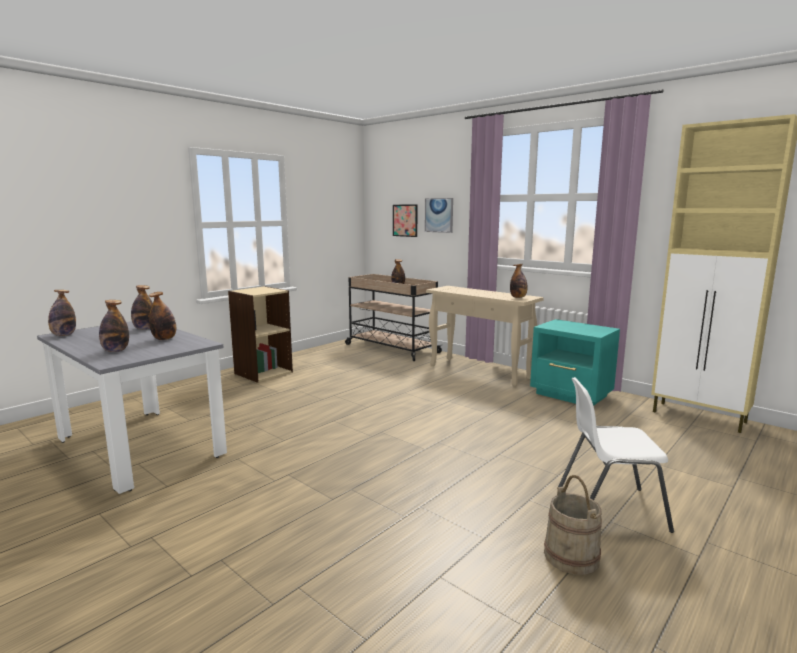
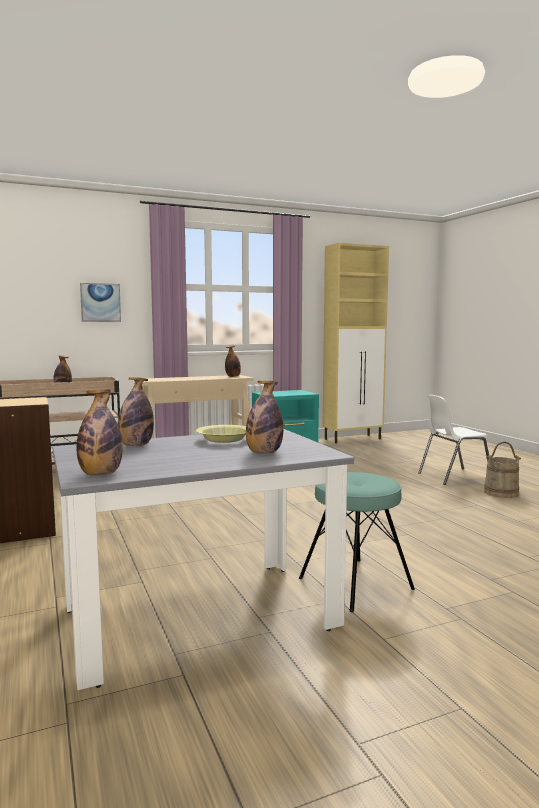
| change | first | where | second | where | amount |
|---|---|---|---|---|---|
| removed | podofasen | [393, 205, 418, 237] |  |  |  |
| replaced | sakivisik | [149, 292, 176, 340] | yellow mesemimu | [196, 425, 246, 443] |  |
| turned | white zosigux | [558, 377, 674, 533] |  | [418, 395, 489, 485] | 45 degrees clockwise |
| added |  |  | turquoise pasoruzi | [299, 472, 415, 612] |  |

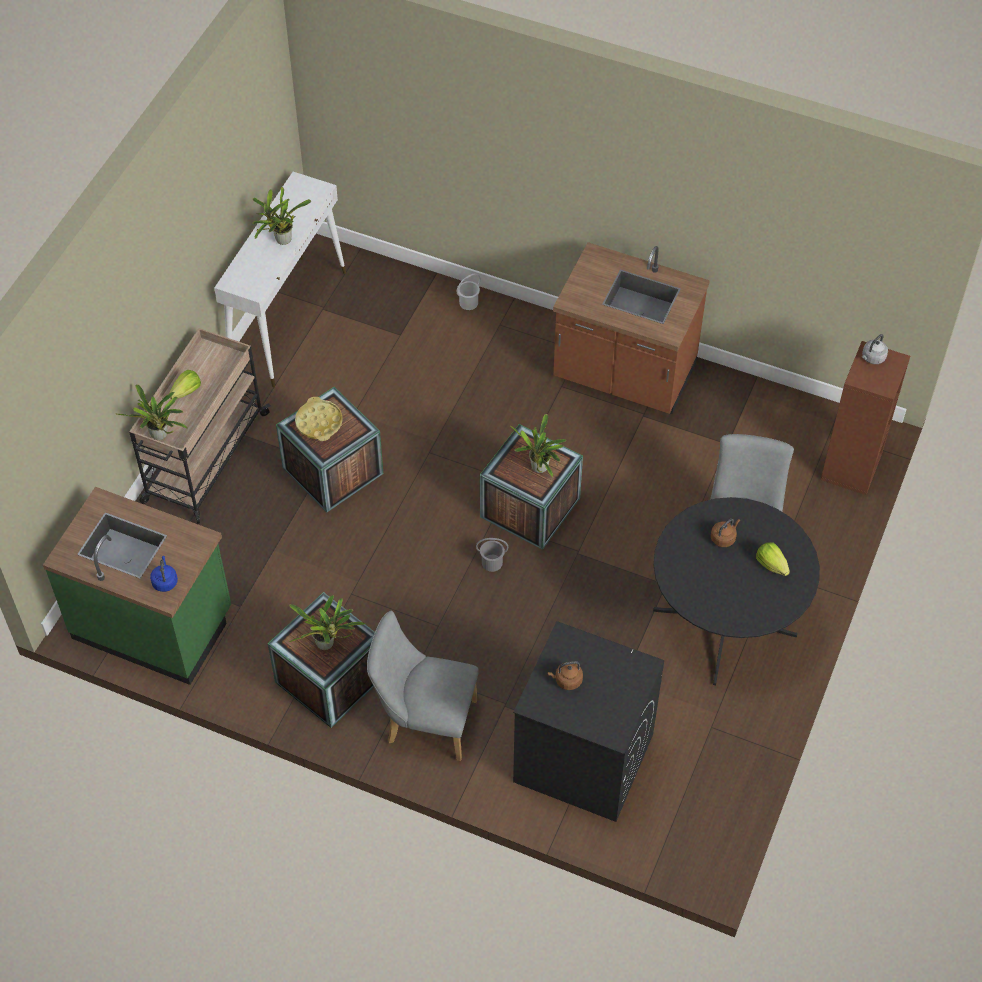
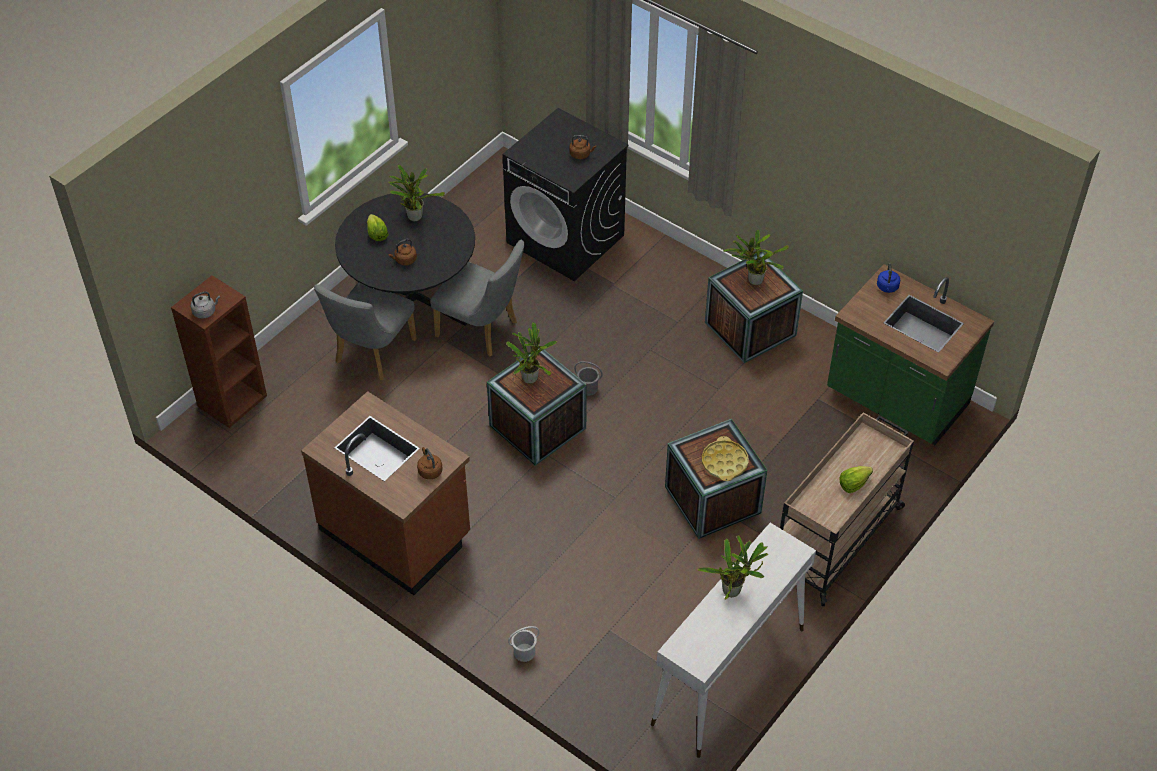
| change | first | where | second | where | amount |
|---|---|---|---|---|---|
| moved | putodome | [115, 385, 188, 440] |  | [388, 164, 445, 221] |  |
| moved | grey zosigux | [367, 611, 479, 761] |  | [430, 240, 524, 356] |  |
| added |  |  | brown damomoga | [417, 447, 442, 479] |  |

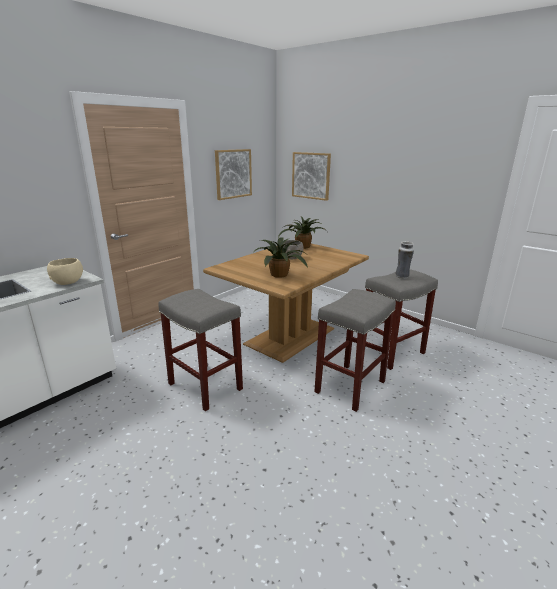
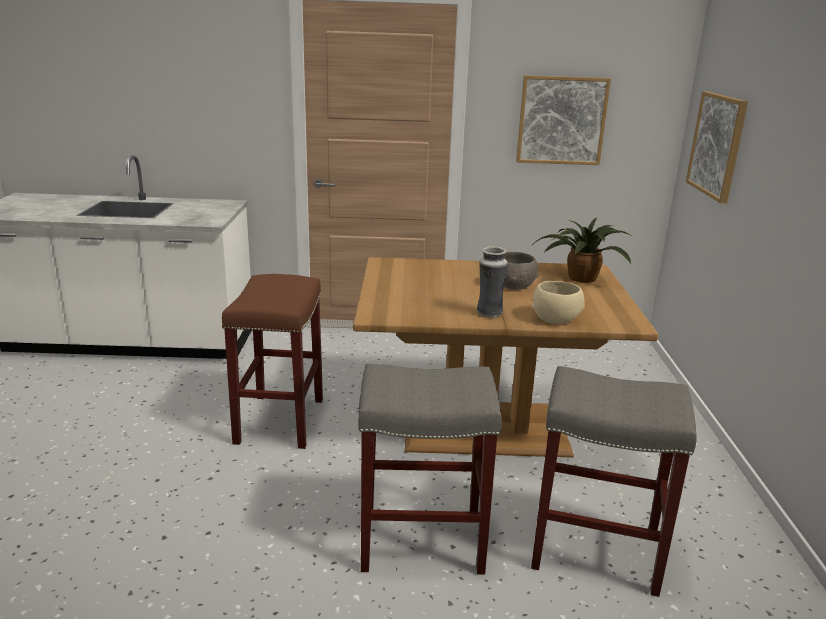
| change | first | where | second | where | amount |
|---|---|---|---|---|---|
| removed | putodome | [255, 237, 308, 278] |  |  |  |
| moved | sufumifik | [395, 241, 414, 279] |  | [477, 246, 508, 318] |  |
| moved | beige mesemimu | [47, 258, 83, 285] |  | [532, 281, 585, 324] |  |
| recoloured | grey pasoruzi | [158, 289, 243, 411] | brown pasoruzi | [222, 274, 323, 449] |  |

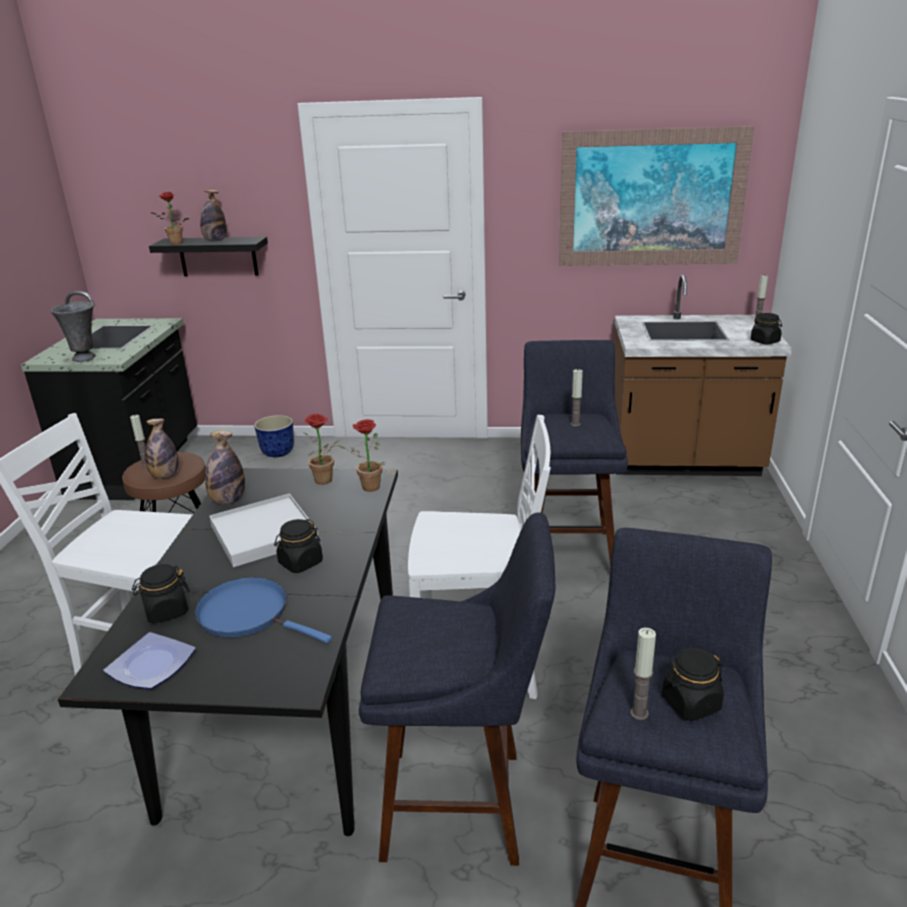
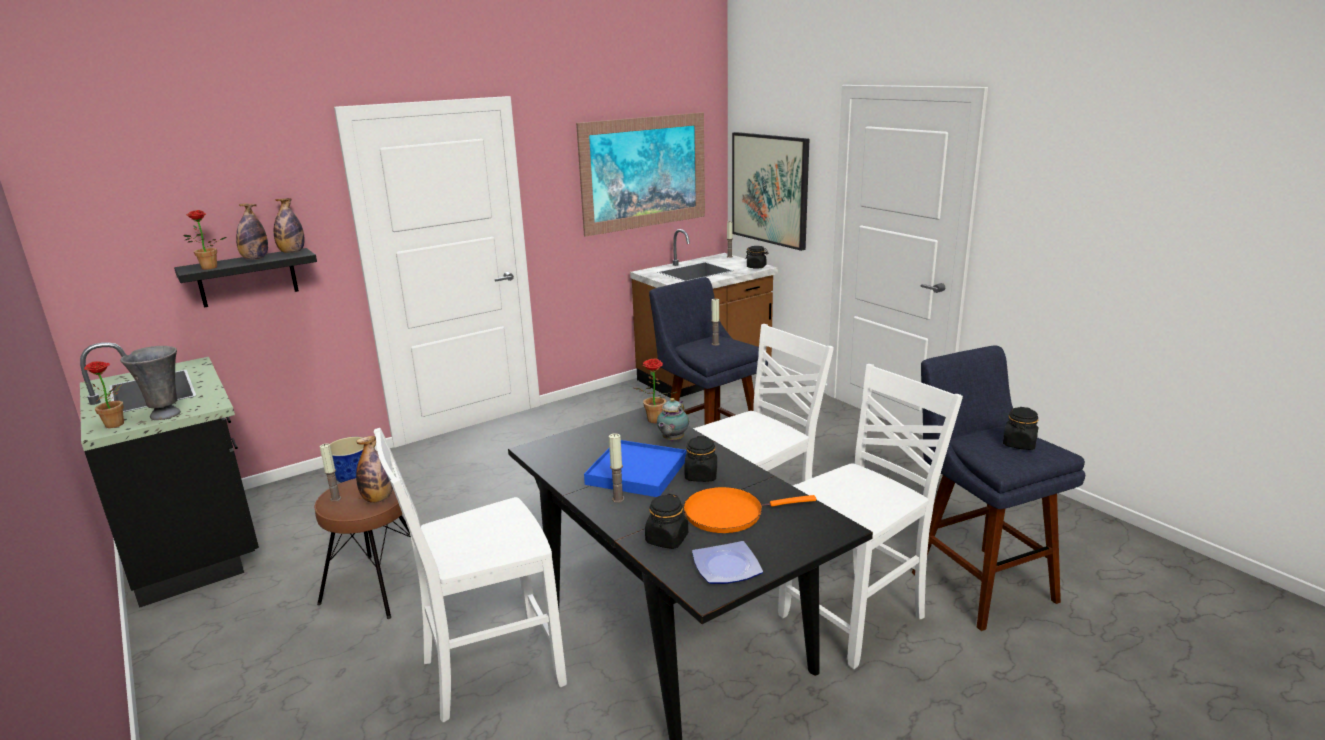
| change | first | where | second | where | amount |
|---|---|---|---|---|---|
| moved | putodome | [303, 414, 339, 485] |  | [83, 361, 124, 428] |  |
| moved | sakivisik | [205, 430, 245, 505] |  | [274, 198, 305, 253] |  |
| recoloured | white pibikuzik | [209, 493, 318, 567] | blue pibikuzik | [584, 440, 686, 497] |  |
| replaced | blue pasoruzi | [359, 512, 555, 866] | white zosigux | [778, 364, 963, 669] |  |
| recoloured | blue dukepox | [195, 577, 332, 643] | orange dukepox | [683, 487, 816, 533] |  |
| moved | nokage | [631, 628, 656, 720] |  | [609, 433, 624, 503] |  |
| added |  |  | podofasen | [732, 132, 809, 251] |  |
| added |  |  | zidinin | [657, 398, 689, 441] |  |

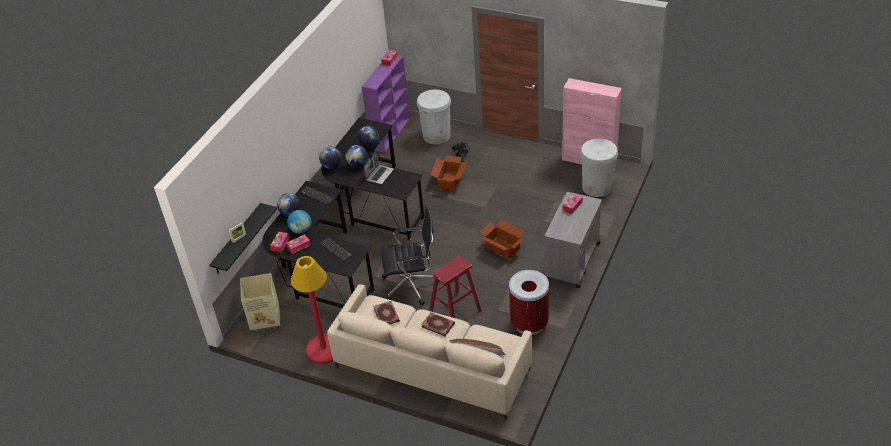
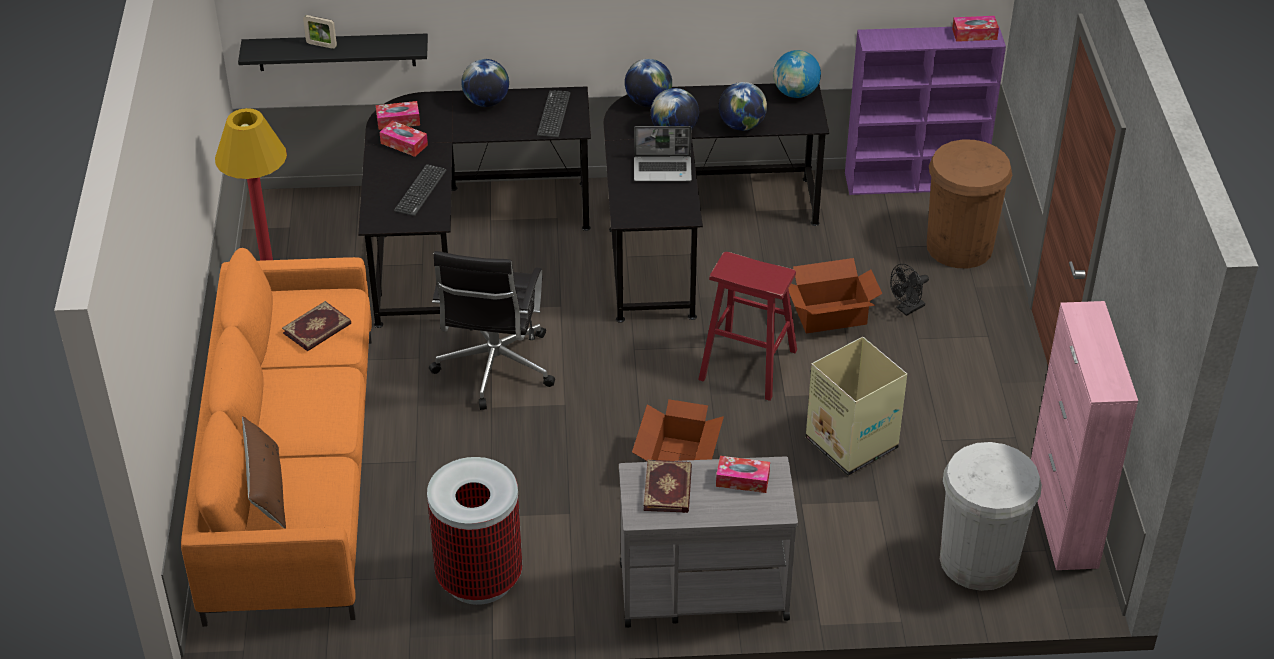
| change | first | where | second | where | amount |
|---|---|---|---|---|---|
| recoloured | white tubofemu | [416, 89, 451, 144] | brown tubofemu | [927, 139, 1012, 268] |  |
| turned | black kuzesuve | [381, 205, 439, 305] |  | [429, 251, 555, 410] | 45 degrees clockwise |
| moved | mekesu | [287, 210, 312, 234] |  | [773, 50, 821, 98] |  |
| moved | red pasoruzi | [430, 255, 482, 318] |  | [698, 252, 797, 401] |  |
| moved | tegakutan | [240, 273, 281, 332] |  | [806, 337, 907, 476] |  |
| recoloured | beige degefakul | [327, 284, 532, 421] | orange degefakul | [181, 248, 372, 627] |  |
| moved | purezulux | [421, 312, 455, 336] |  | [644, 460, 692, 513] |  |

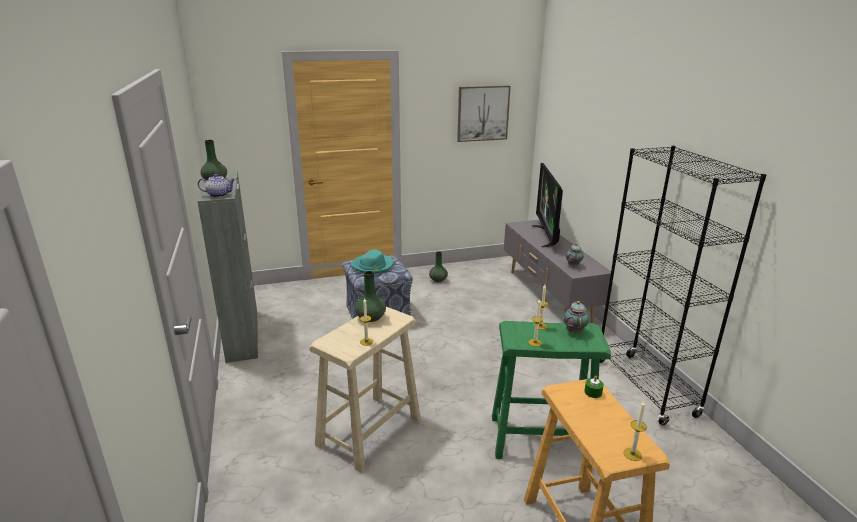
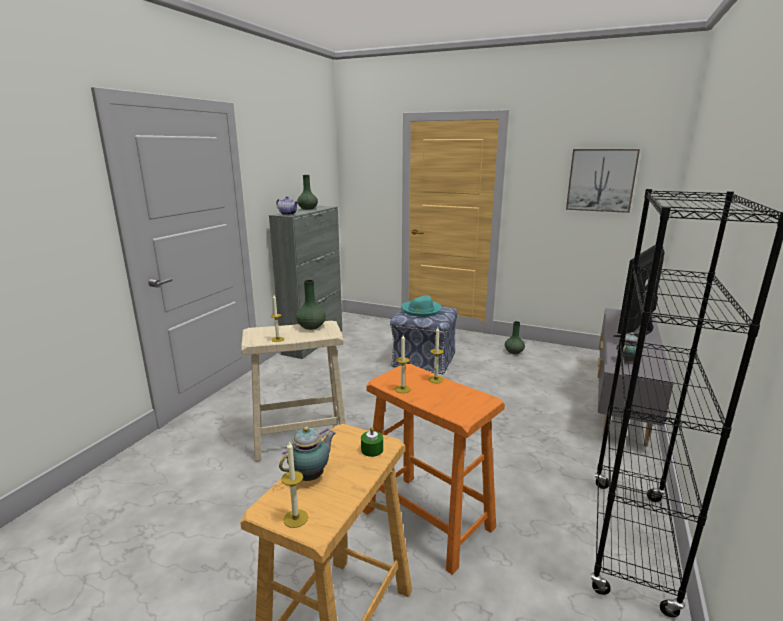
| change | first | where | second | where | amount |
|---|---|---|---|---|---|
| moved | zidinin | [563, 301, 589, 333] |  | [279, 426, 336, 481] |  |
| recoloured | green pasoruzi | [492, 321, 611, 459] | orange pasoruzi | [363, 364, 505, 575] |  |

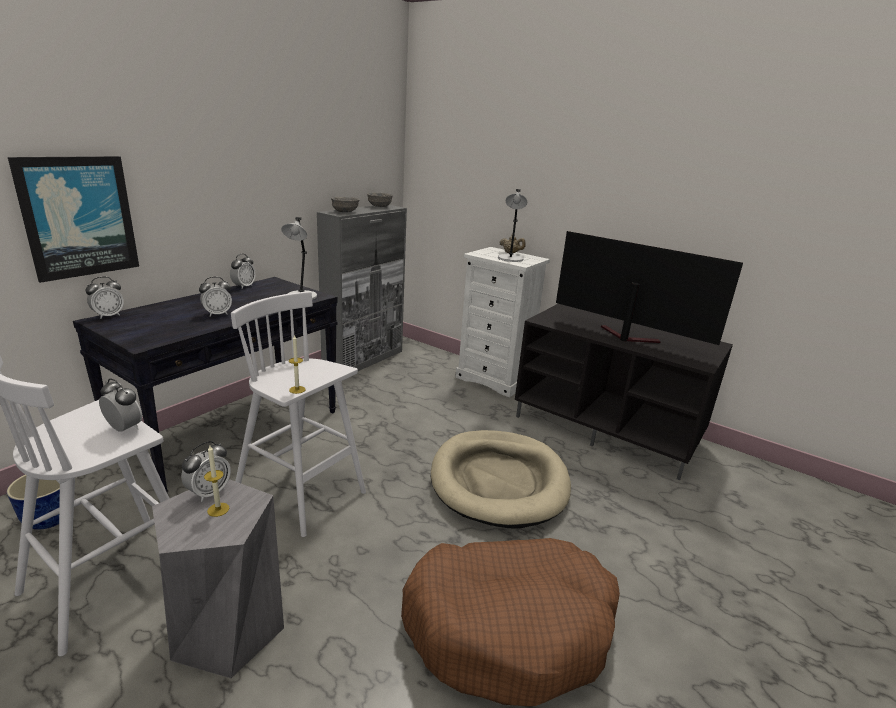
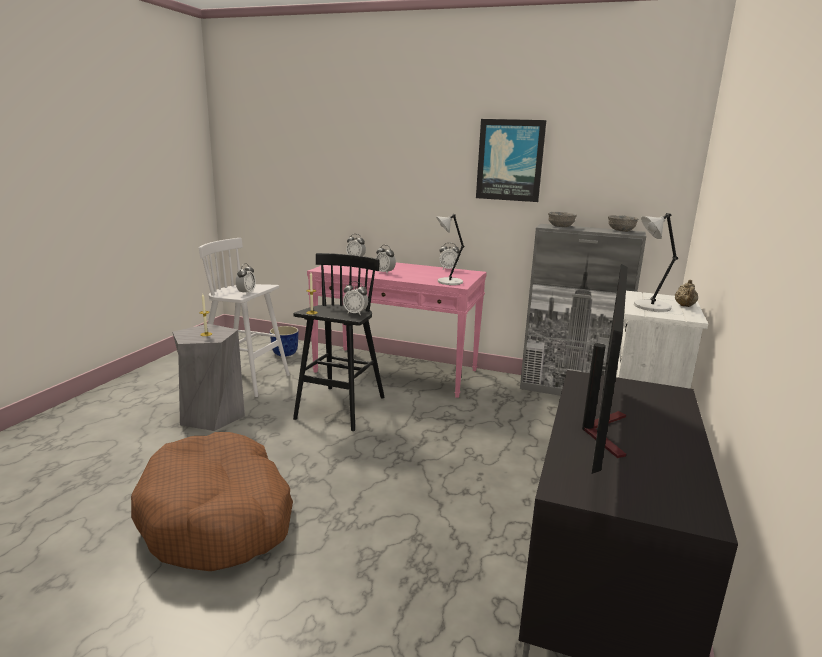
| change | first | where | second | where | amount |
|---|---|---|---|---|---|
| moved | podofasen | [8, 156, 139, 283] |  | [476, 119, 546, 202] |  |
| recoloured | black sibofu | [73, 277, 338, 494] | pink sibofu | [307, 262, 487, 398] |  |
| recoloured | white pasoruzi | [231, 291, 366, 537] | black pasoruzi | [293, 253, 385, 431] |  |
| removed | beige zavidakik | [431, 430, 571, 529] |  |  |  |
| moved | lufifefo | [181, 441, 231, 502] |  | [343, 281, 368, 315] |  |

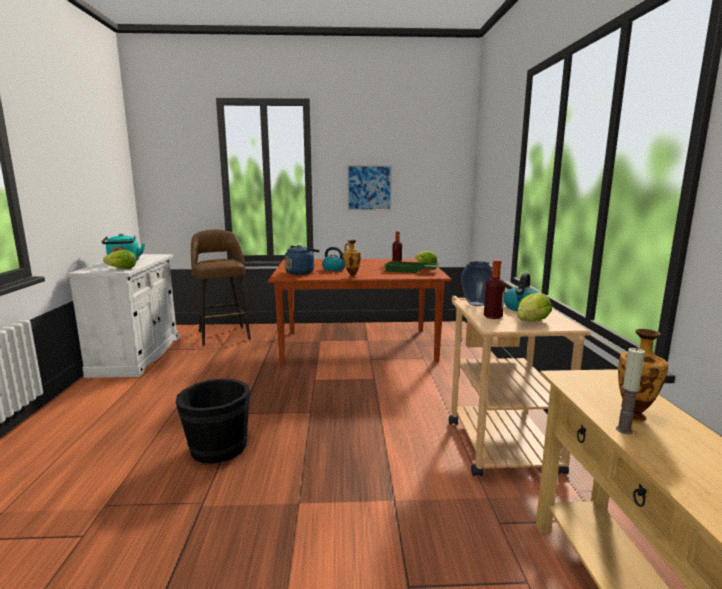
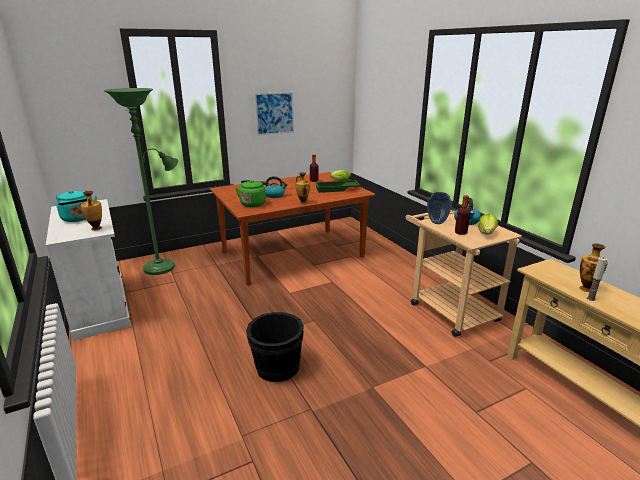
| change | first | where | second | where | amount |
|---|---|---|---|---|---|
| replaced | brown pasoruzi | [191, 230, 251, 346] | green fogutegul | [104, 88, 178, 275] |  |
| recoloured | blue damomoga | [285, 245, 320, 275] | green damomoga | [235, 180, 269, 207] |  |
| replaced | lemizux | [103, 250, 137, 269] | sufumifik | [81, 191, 102, 231] |  |

